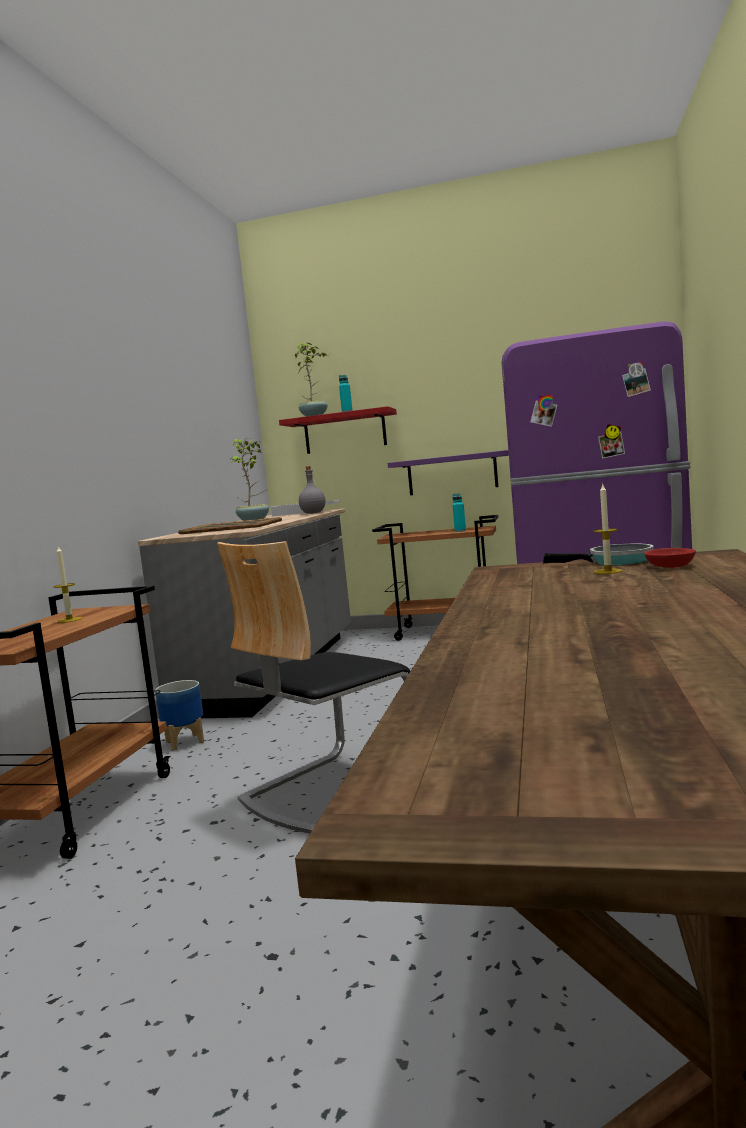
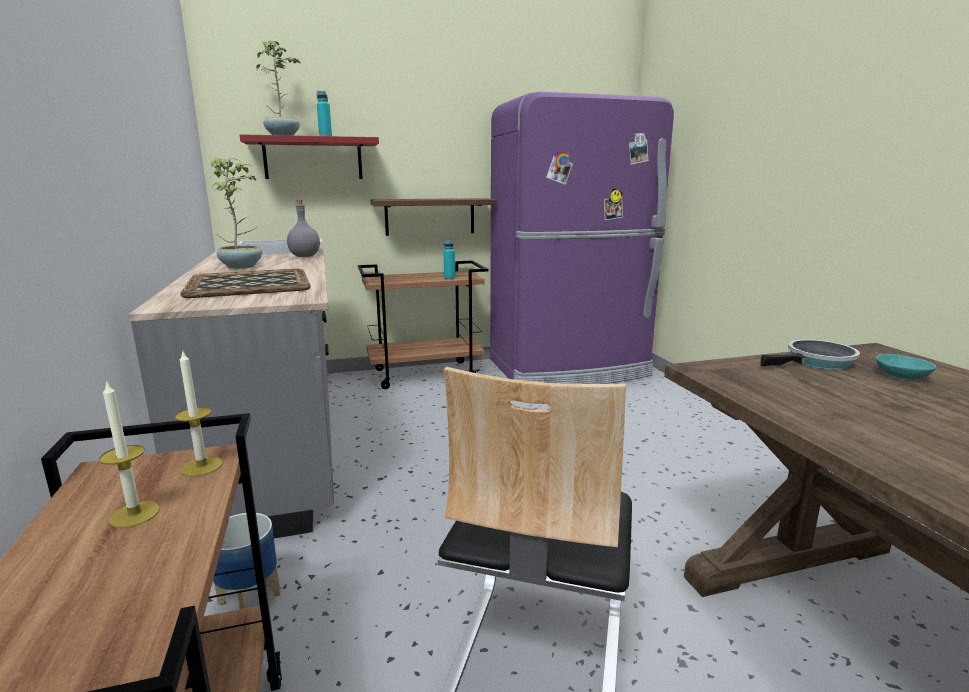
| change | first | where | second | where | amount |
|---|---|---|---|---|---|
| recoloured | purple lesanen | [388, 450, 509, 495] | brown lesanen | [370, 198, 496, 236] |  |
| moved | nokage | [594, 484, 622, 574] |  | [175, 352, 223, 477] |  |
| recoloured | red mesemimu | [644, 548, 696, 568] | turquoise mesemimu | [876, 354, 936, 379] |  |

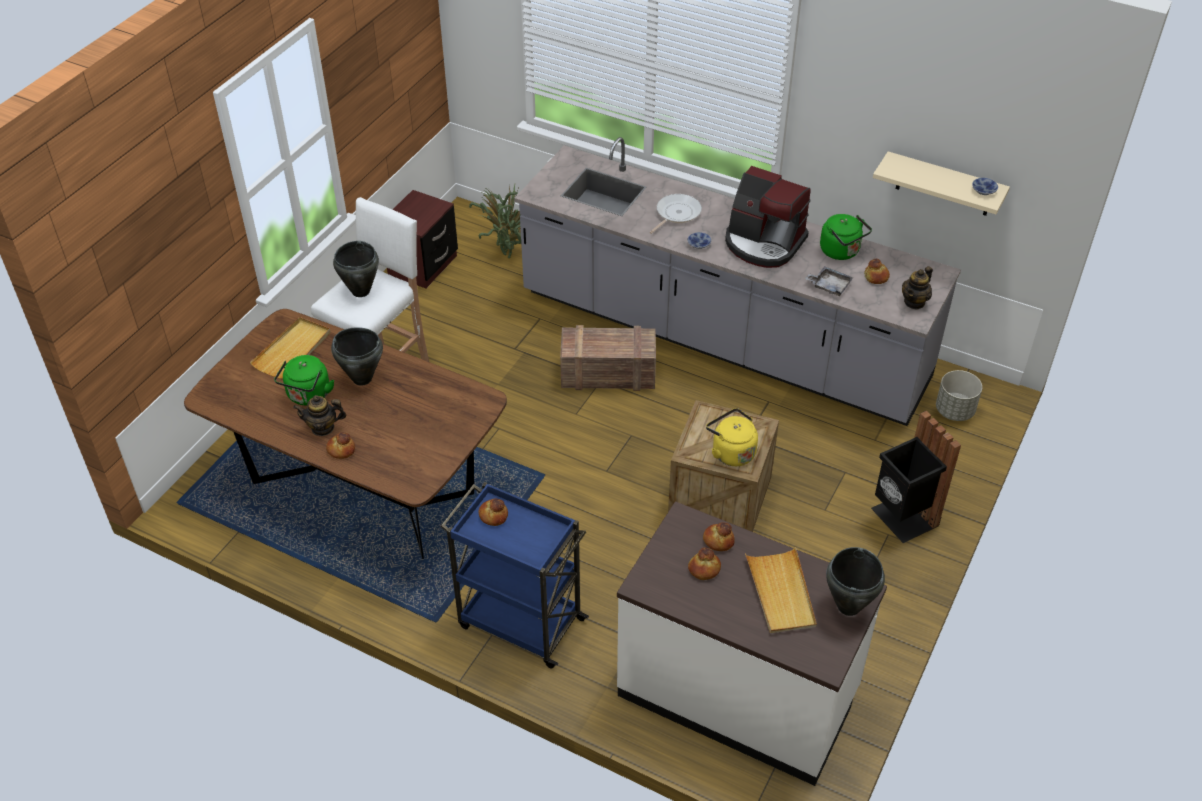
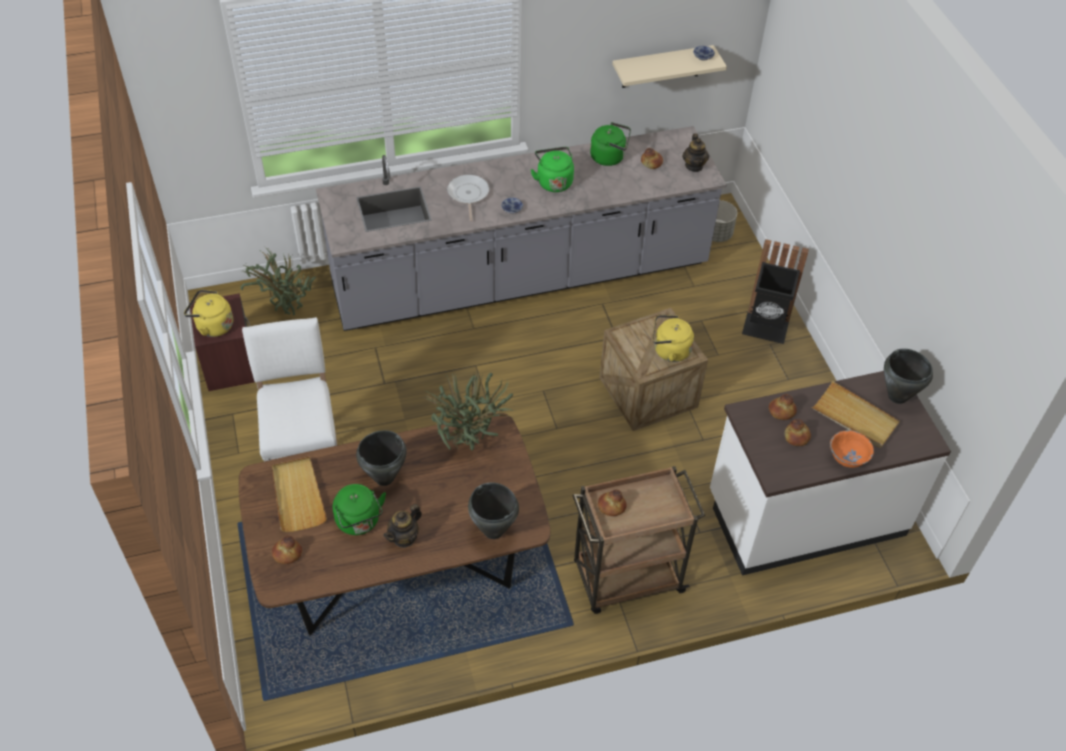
| change | first | where | second | where | amount |
|---|---|---|---|---|---|
| replaced | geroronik | [725, 166, 811, 268] | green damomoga | [531, 147, 574, 192] |  |
| moved | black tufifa | [333, 241, 379, 297] |  | [468, 482, 519, 539] |  |
| removed | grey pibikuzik | [805, 266, 853, 296] |  |  |  |
| removed | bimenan | [560, 325, 656, 391] |  |  |  |
| moved | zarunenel | [326, 432, 355, 459] |  | [272, 536, 302, 564] |  |
| recoloured | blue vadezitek | [440, 482, 589, 669] | brown vadezitek | [572, 466, 705, 614] |  |
| added |  |  | yellow damomoga | [184, 290, 233, 337] |  |
| added |  |  | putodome | [422, 371, 514, 451] |  |
| added |  |  | orange mesemimu | [830, 430, 874, 468] |  |

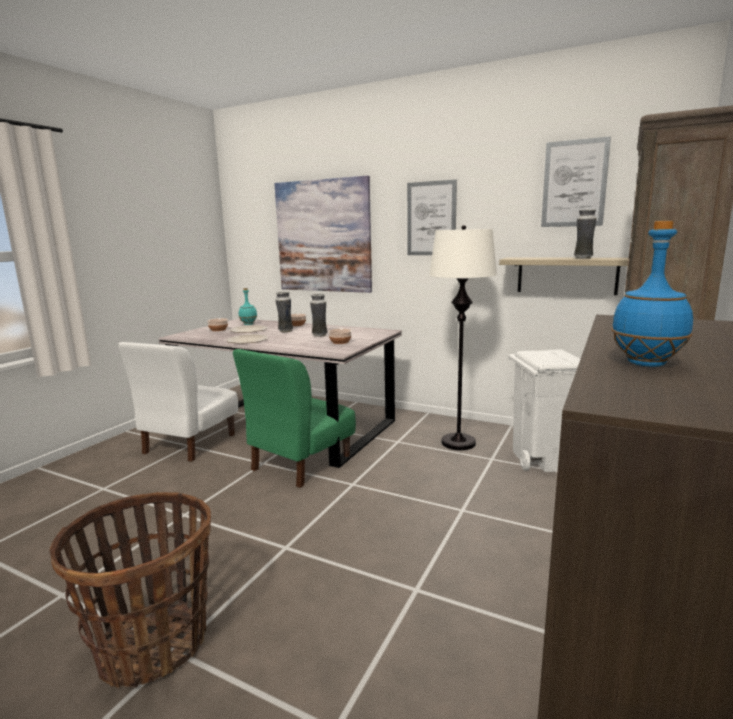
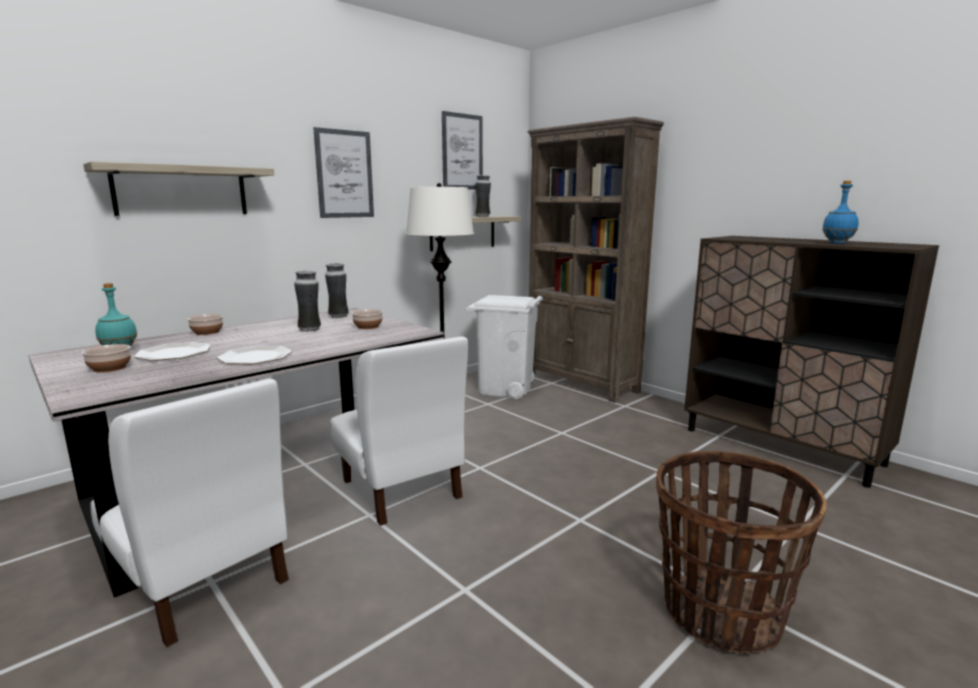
| change | first | where | second | where | amount |
|---|---|---|---|---|---|
| replaced | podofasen | [274, 176, 372, 293] | lesanen | [83, 162, 274, 216] |  |
| moved | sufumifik | [276, 291, 293, 332] |  | [325, 263, 349, 318] |  |
| recoloured | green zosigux | [233, 349, 356, 488] | white zosigux | [330, 336, 468, 526] |  |

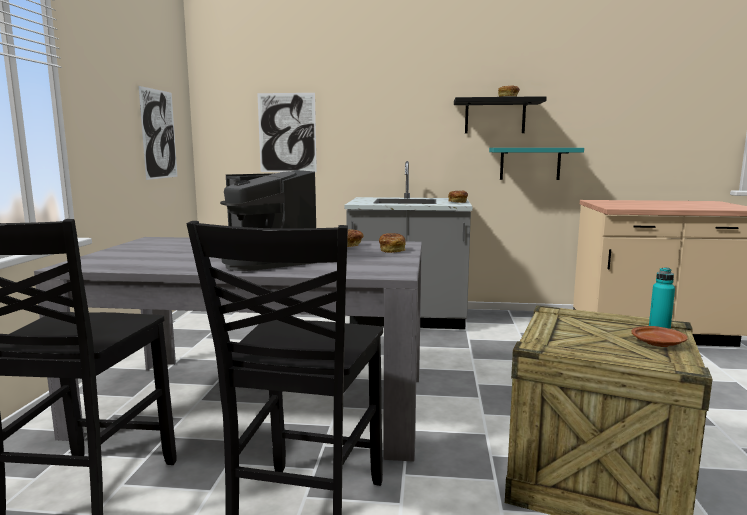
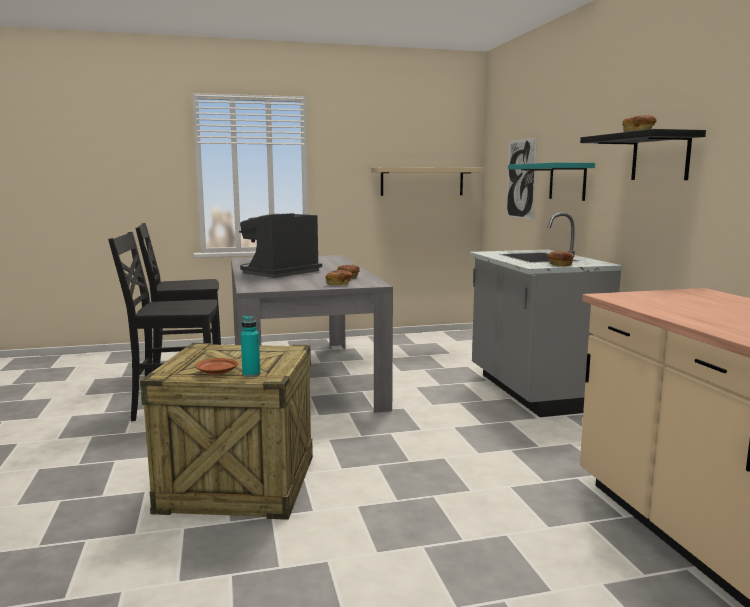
| change | first | where | second | where | amount |
|---|---|---|---|---|---|
| replaced | podofasen | [138, 86, 177, 180] | beige lesanen | [371, 167, 483, 196] |  |
| moved | turquoise lesanen | [489, 148, 584, 180] |  | [508, 162, 595, 201] |  |

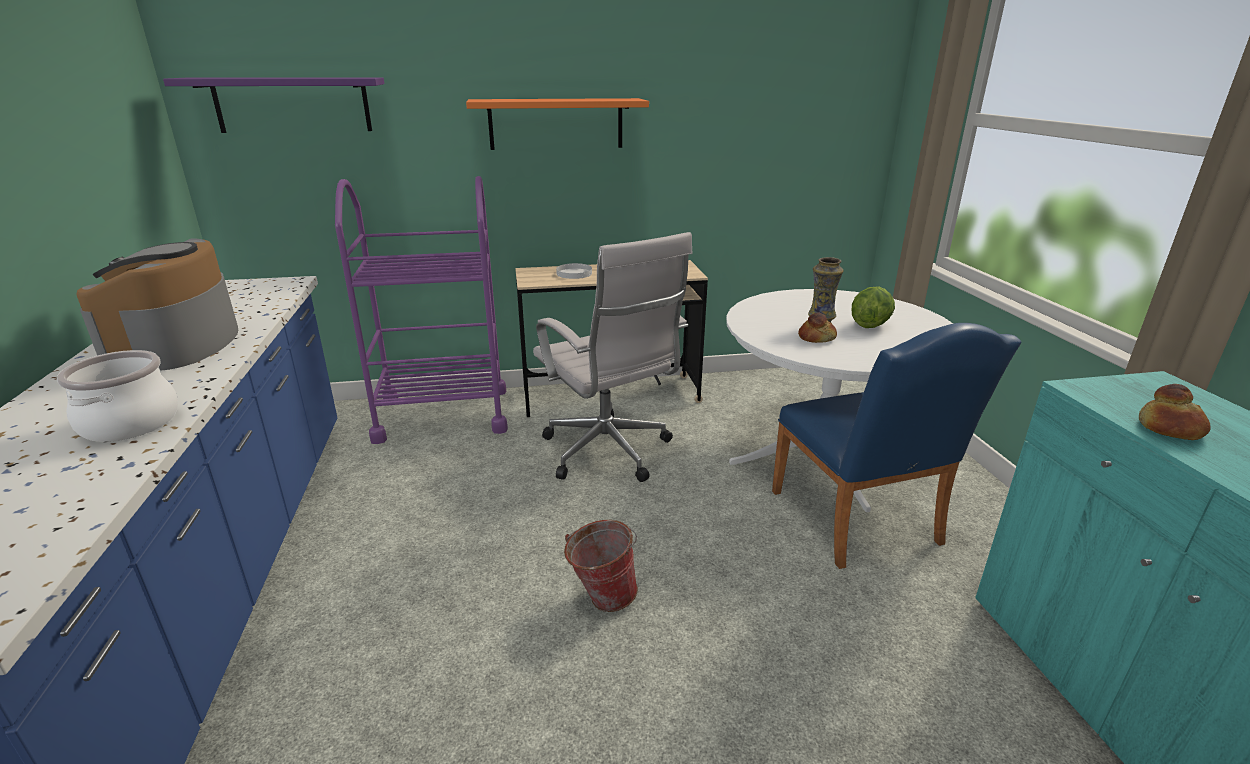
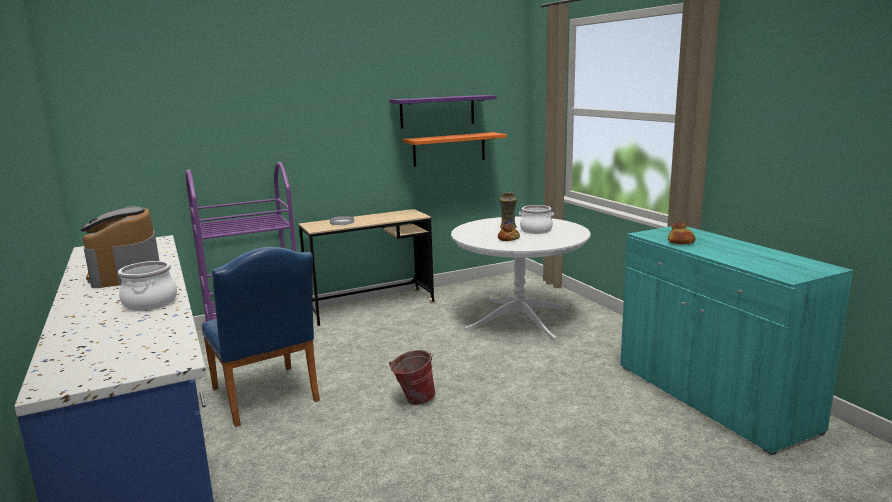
| change | first | where | second | where | amount |
|---|---|---|---|---|---|
| moved | purple lesanen | [163, 77, 384, 133] |  | [389, 95, 497, 129] |  |
| moved | orange lesanen | [466, 98, 649, 150] |  | [403, 132, 507, 167] |  |
| removed | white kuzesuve | [533, 232, 692, 482] |  |  |  |
| replaced | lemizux | [851, 286, 895, 328] | tufifa | [519, 205, 554, 234] |  |
| moved | blue zosigux | [772, 323, 1022, 569] |  | [202, 247, 320, 427] |  |

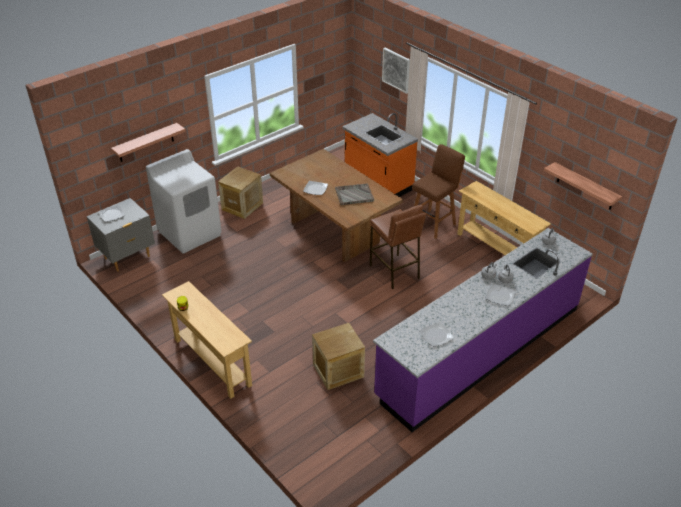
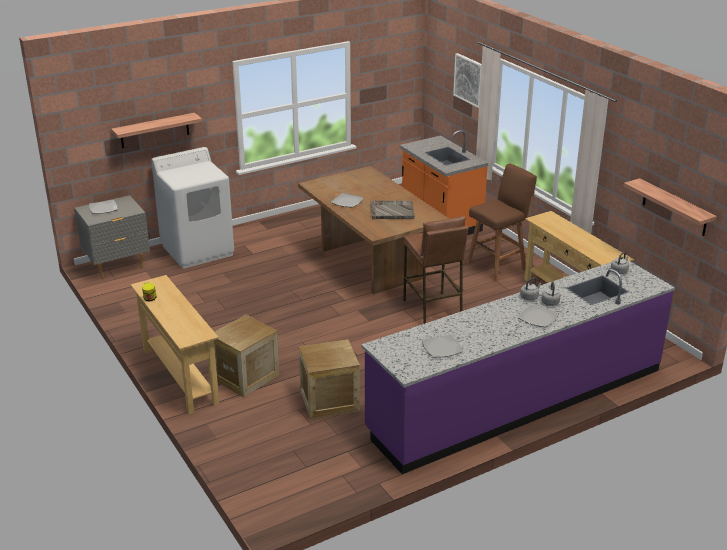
| change | first | where | second | where | amount |
|---|---|---|---|---|---|
| moved | bimenan | [218, 166, 263, 219] |  | [214, 315, 280, 397] |  |

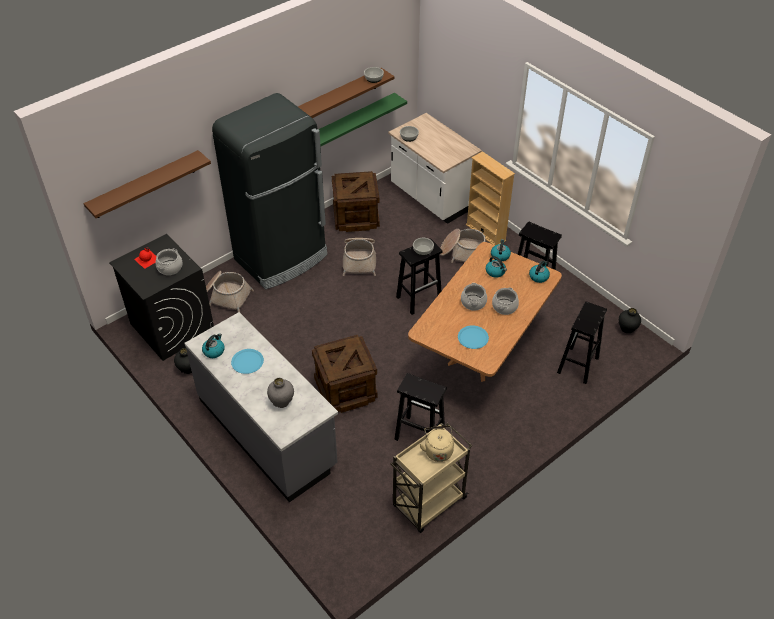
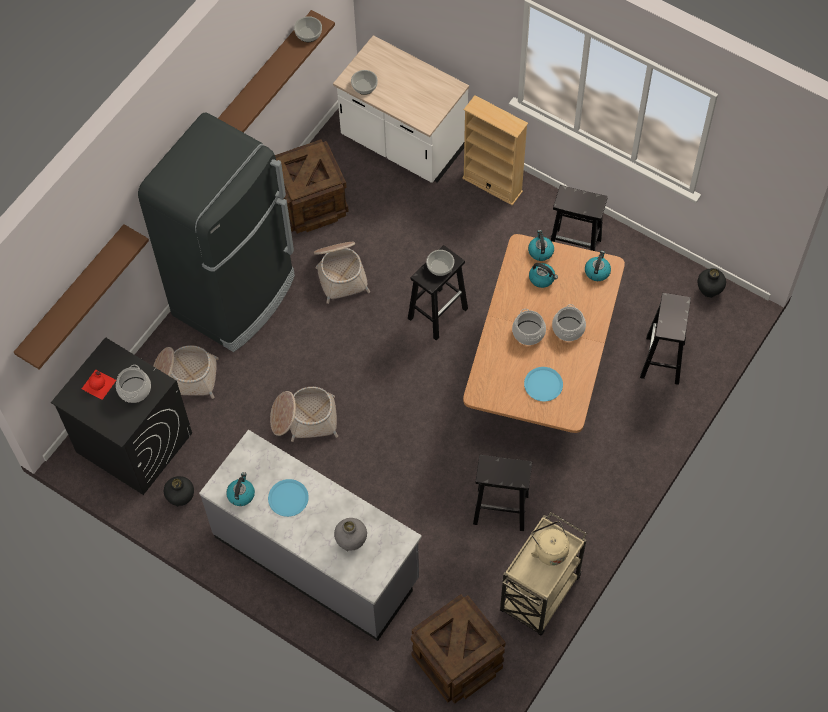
| change | first | where | second | where | amount |
|---|---|---|---|---|---|
| removed | green lesanen | [319, 93, 407, 146] |  |  |  |
| moved | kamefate | [440, 229, 486, 263] |  | [270, 387, 338, 442] |  |
| moved | bimenan | [312, 335, 378, 413] |  | [411, 594, 506, 703] |  |

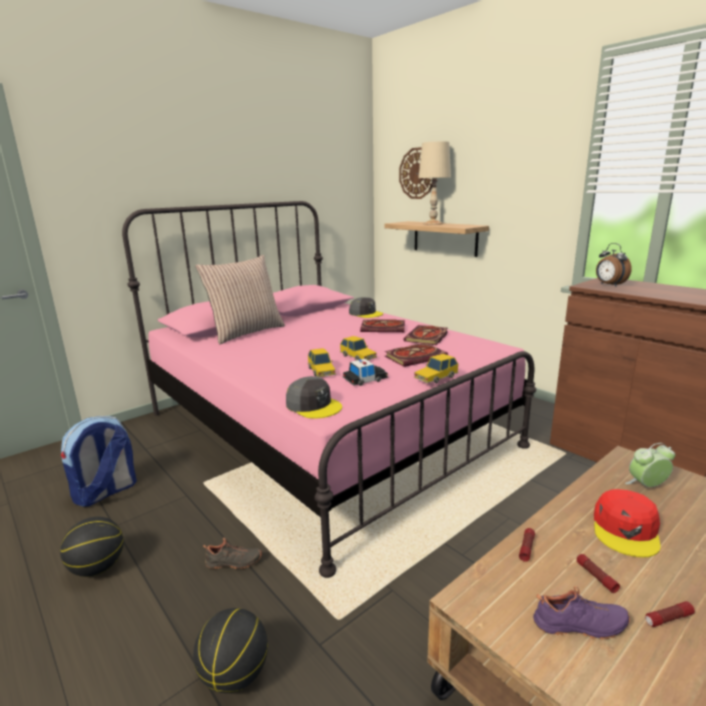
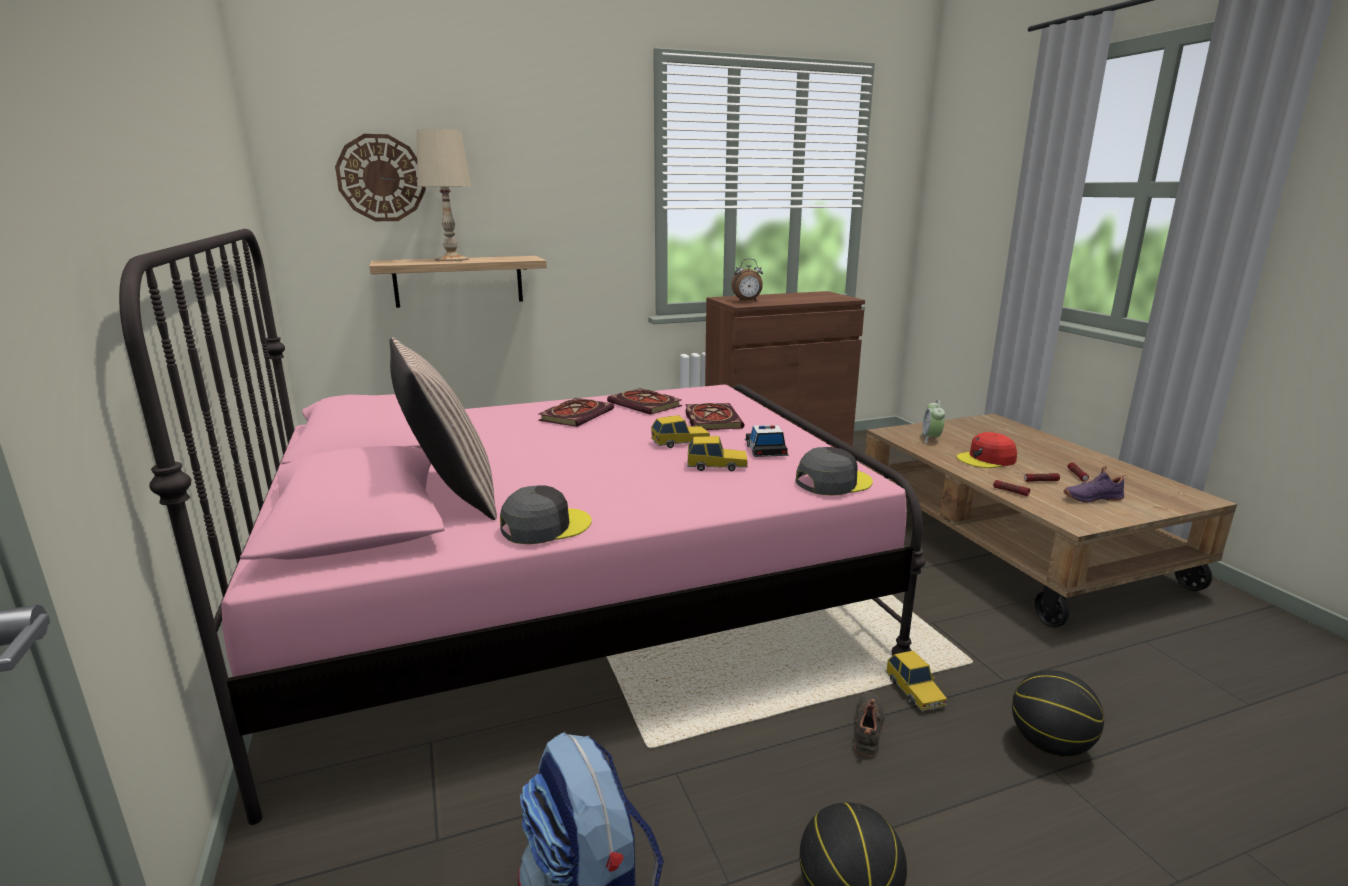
| change | first | where | second | where | amount |
|---|---|---|---|---|---|
| moved | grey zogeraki | [349, 297, 383, 318] |  | [500, 486, 592, 544] |  |
| moved | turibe | [414, 354, 459, 383] |  | [885, 651, 947, 711] |  |
| turned | red zogeraki | [594, 489, 661, 557] |  | [957, 432, 1017, 468] | 120 degrees clockwise |
| turned | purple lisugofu | [533, 586, 630, 639] |  | [1064, 466, 1127, 503] | 120 degrees counterclockwise |

